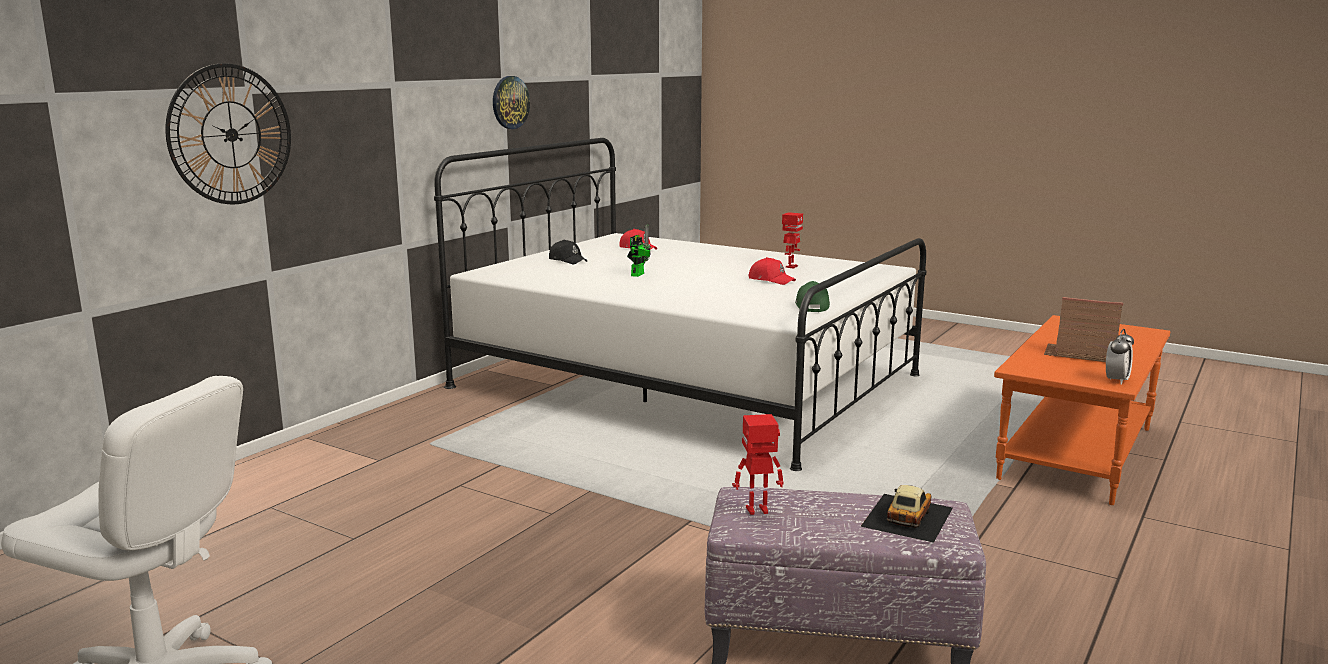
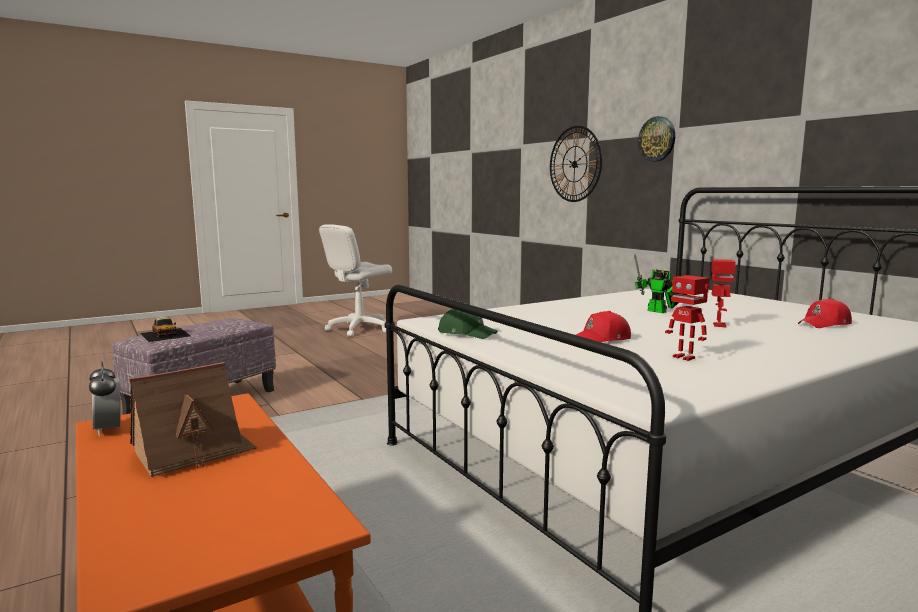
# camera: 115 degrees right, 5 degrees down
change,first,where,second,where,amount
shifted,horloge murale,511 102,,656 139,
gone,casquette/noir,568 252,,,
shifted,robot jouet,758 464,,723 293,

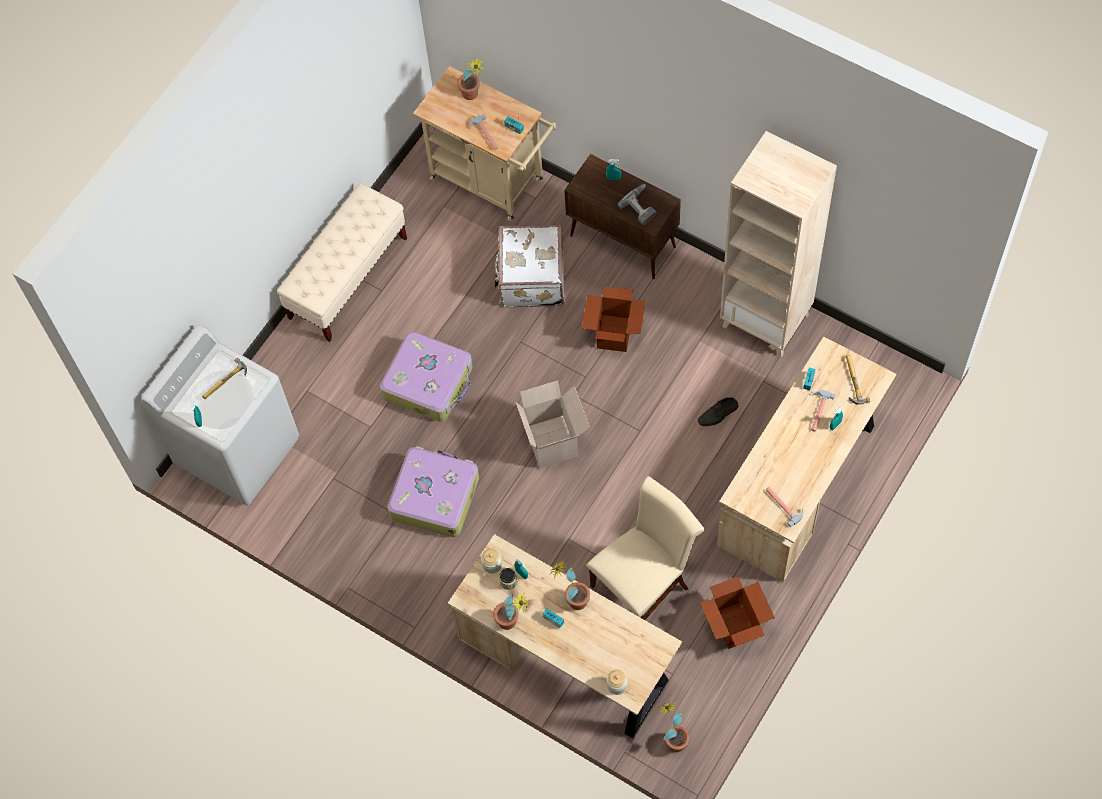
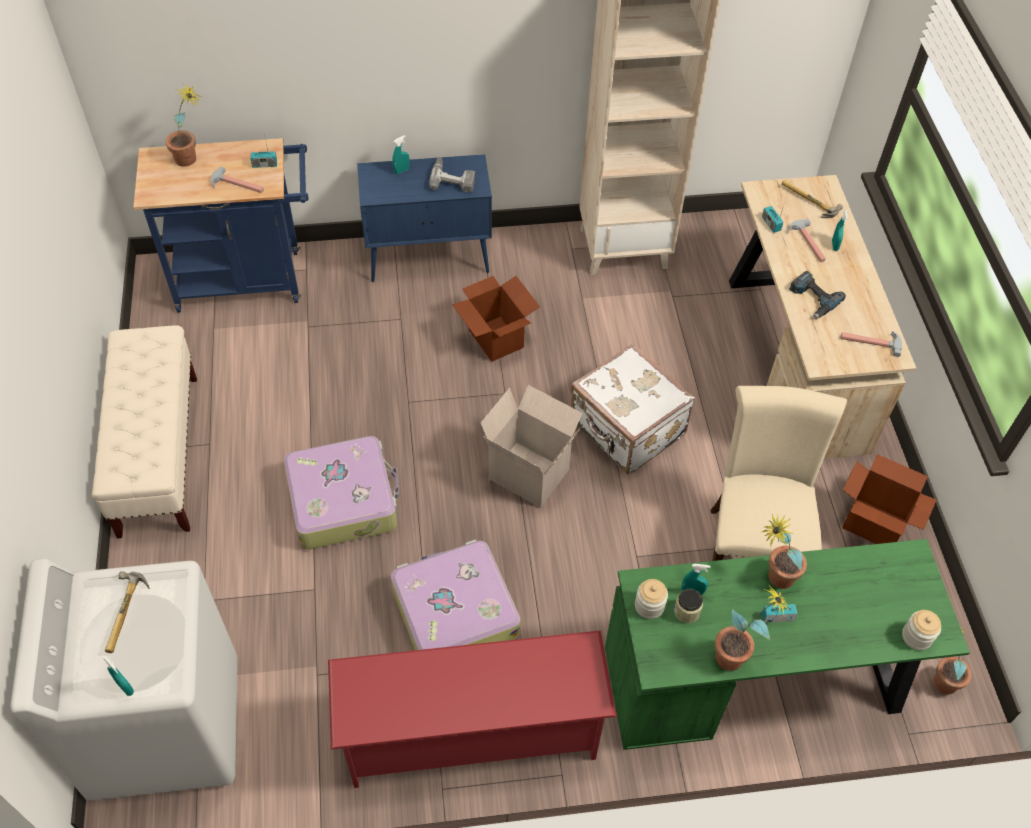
# camera: 45 degrees left, 10 degrees down
change,first,where,second,where,amount
repainted,chariot/beige,484 143,chariot/bleu,220 225,
repainted,meuble de rangement/marron,622 216,meuble de rangement/bleu,424 218,
shifted,valise/blanc,529 266,,633 409,
gone,chaussure/gris,718 411,,,
repainted,bureau/beige,565 636,bureau/vert,787 644,
new,,,perceuse,817 295,
new,,,étagère à chaussures/rouge,472 709,

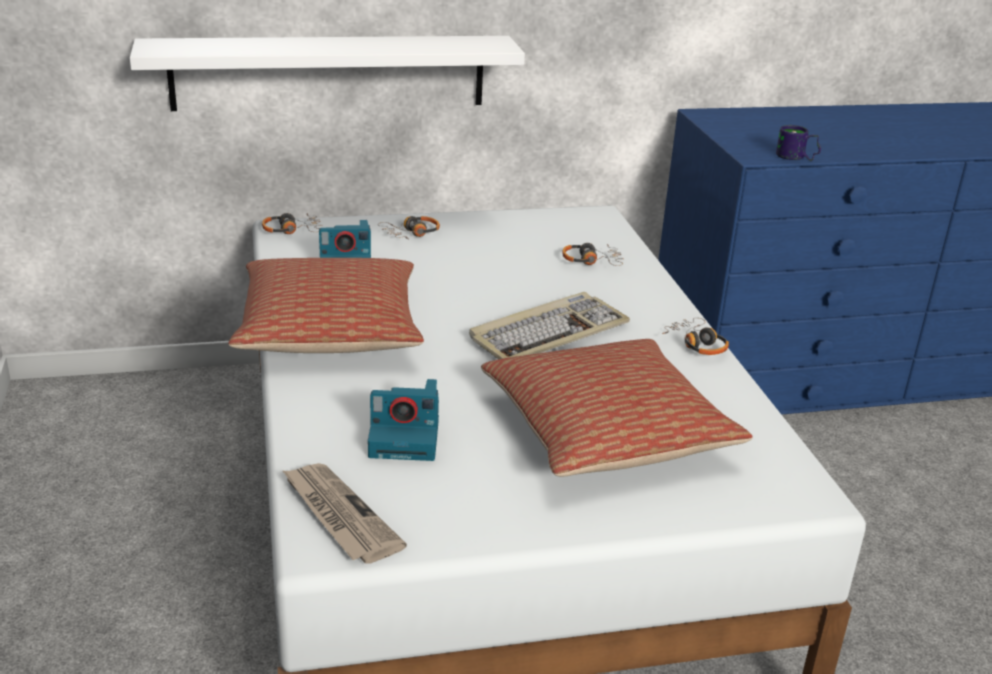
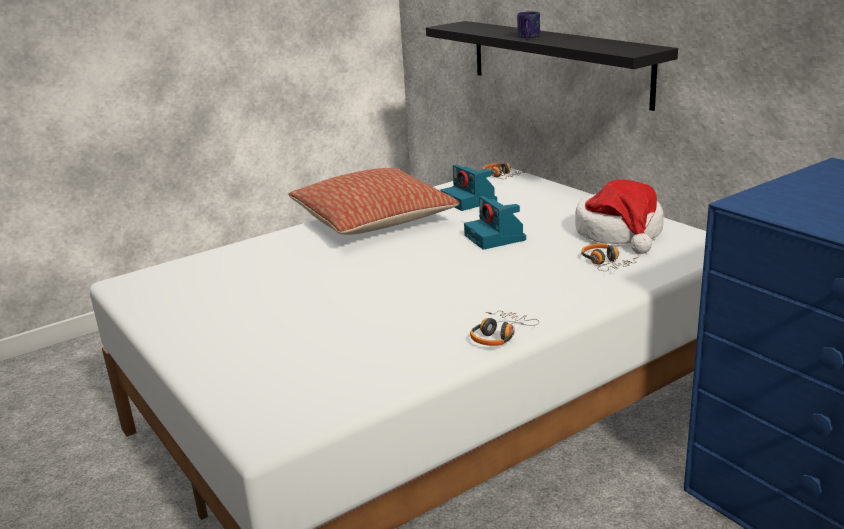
# camera: 70 degrees right, 5 degrees down
change,first,where,second,where,amount
repainted,étagère/blanc,327 73,étagère/noir,552 66,
shifted,mug,798 143,,528 25,
gone,casque audio,409 227,,,
gone,clavier,549 325,,,
gone,coussin,617 408,,,
shifted,appareil photo,403 420,,495 223,
gone,journal,344 513,,,
new,,,chapeau,619 216,

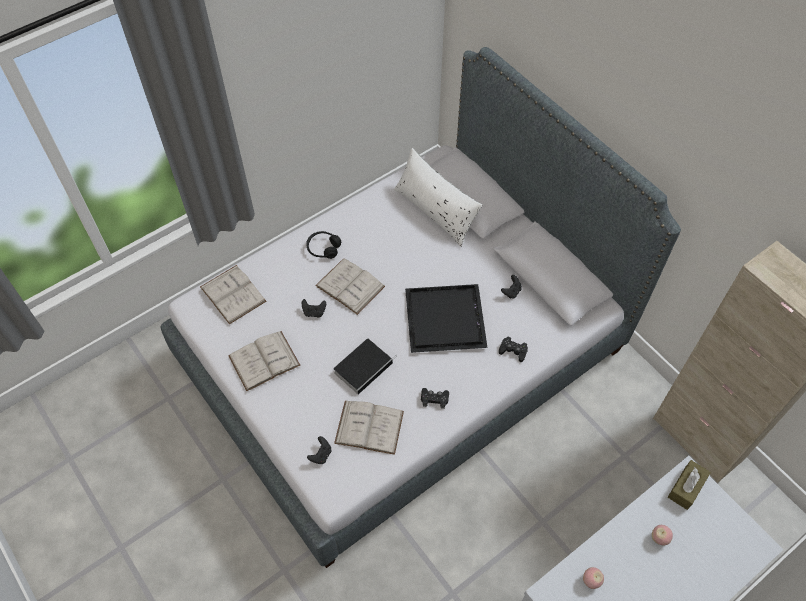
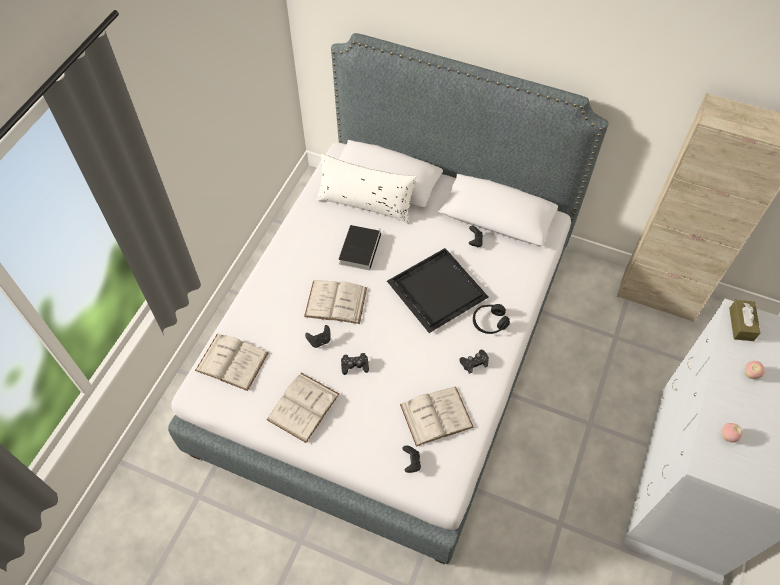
# camera: 30 degrees left, 0 degrees up
change,first,where,second,where,amount
shifted,casque audio/noir,323 245,,491 319,
shifted,manette/noir,513 349,,355 364,
shifted,livre,365 366,,360 248,

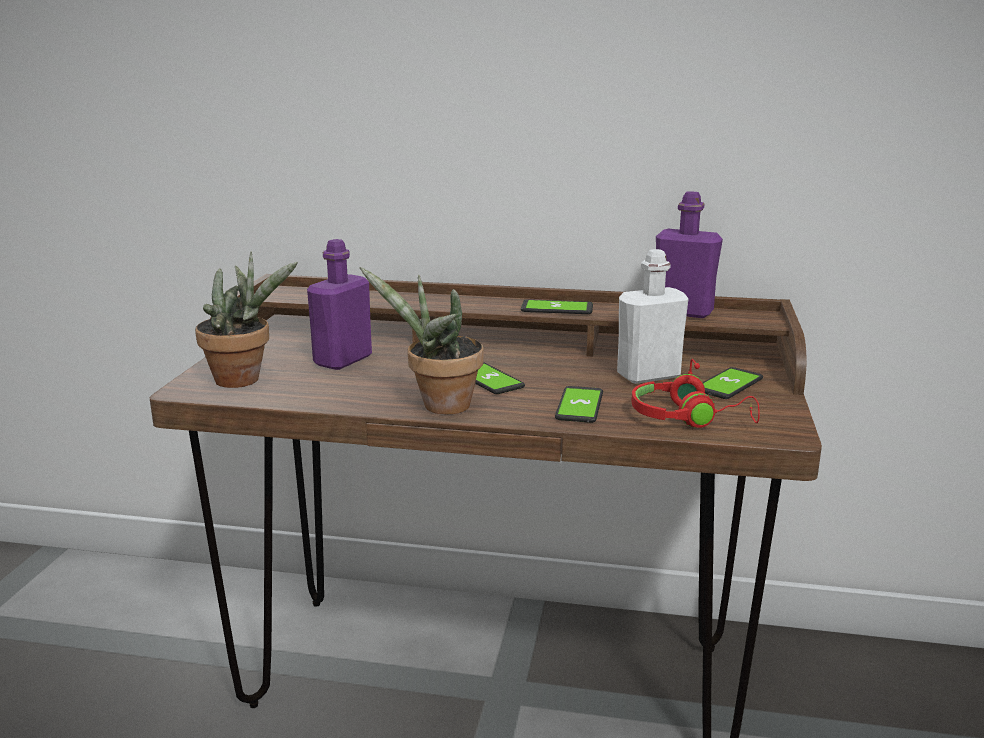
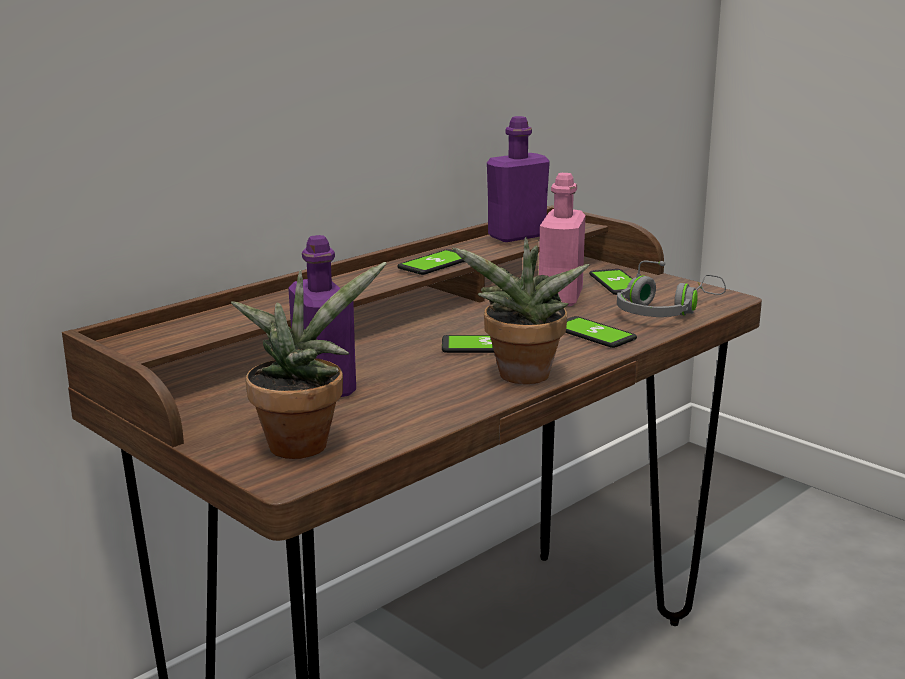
# camera: 55 degrees left, 0 degrees up
change,first,where,second,where,amount
repainted,bouteille/blanc,653 316,bouteille/rose,562 239,
repainted,casque audio/rouge,695 393,casque audio/gris,671 289,

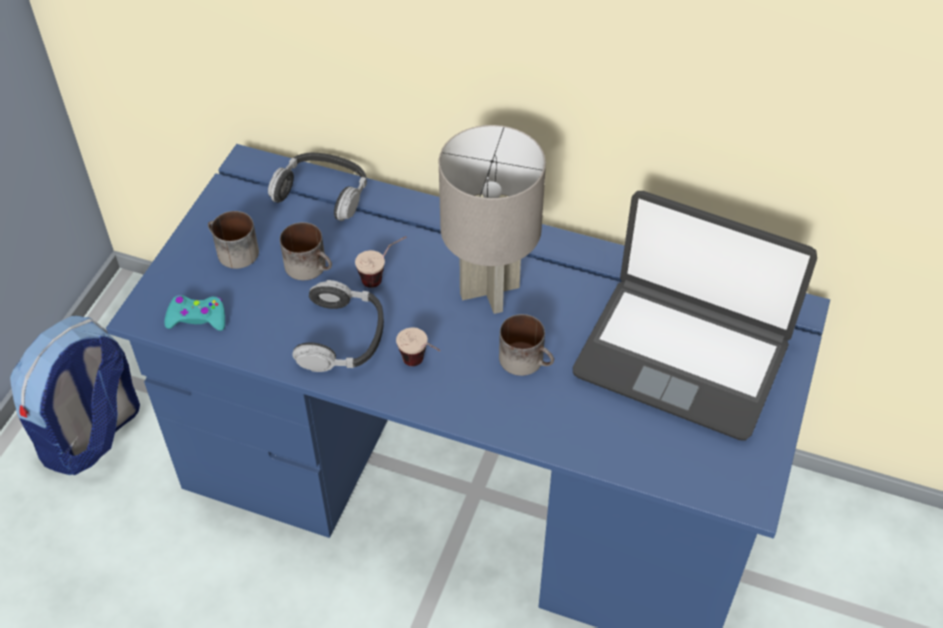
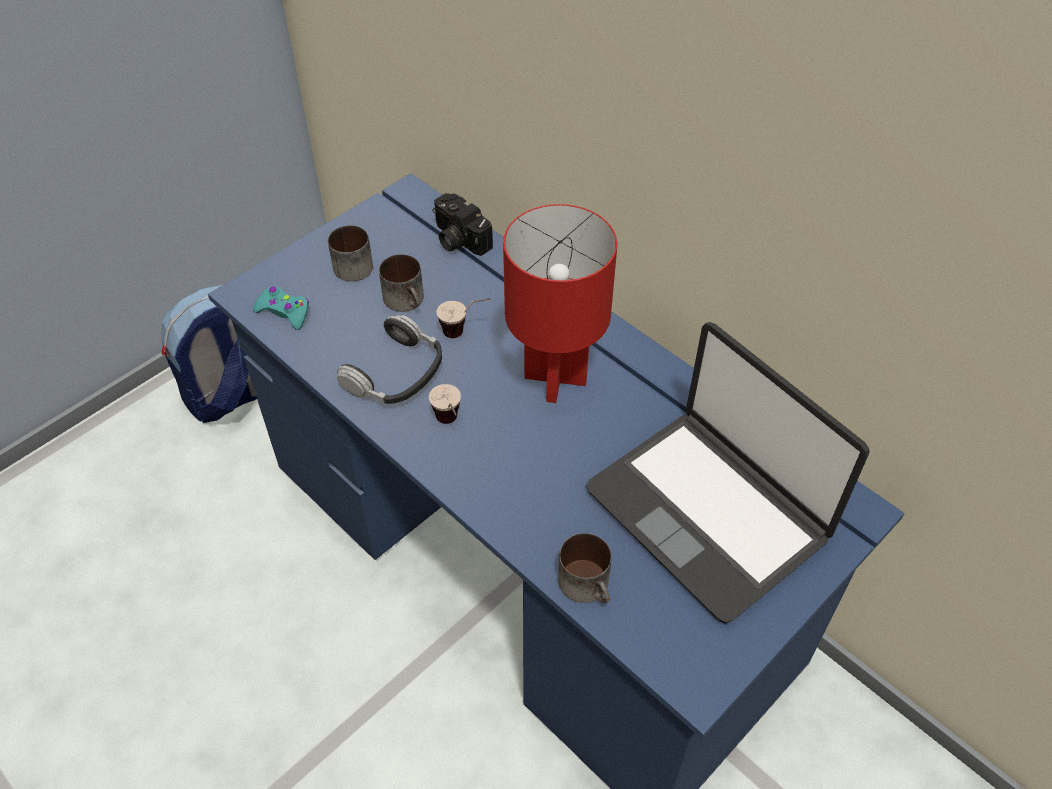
# camera: 25 degrees right, 0 degrees up
change,first,where,second,where,amount
repainted,lampe de table/gris,492 219,lampe de table/rouge,560 303,
swapped,casque audio,317 186,appareil photo,462 224,
shifted,mug,526 345,,585 568,

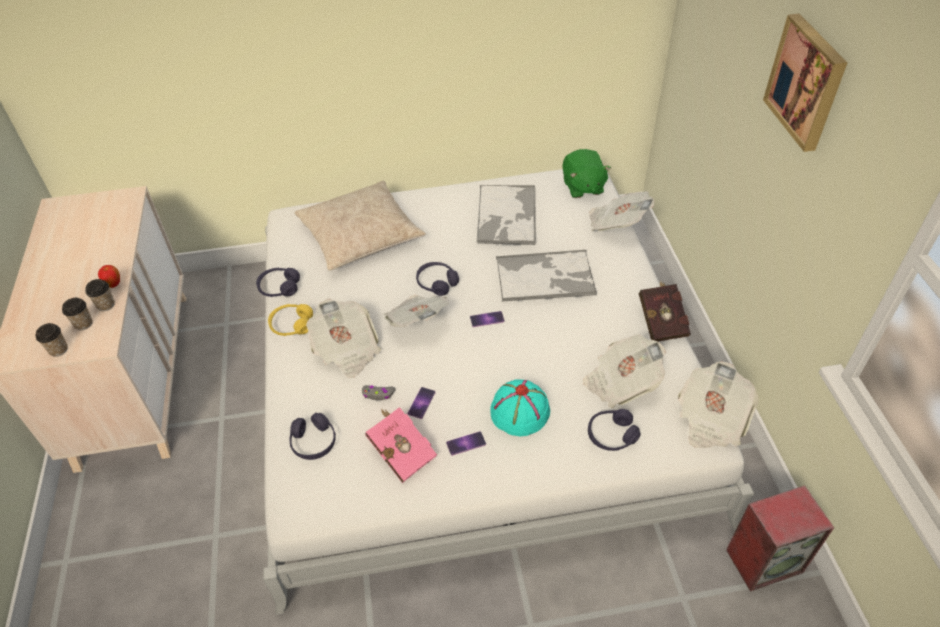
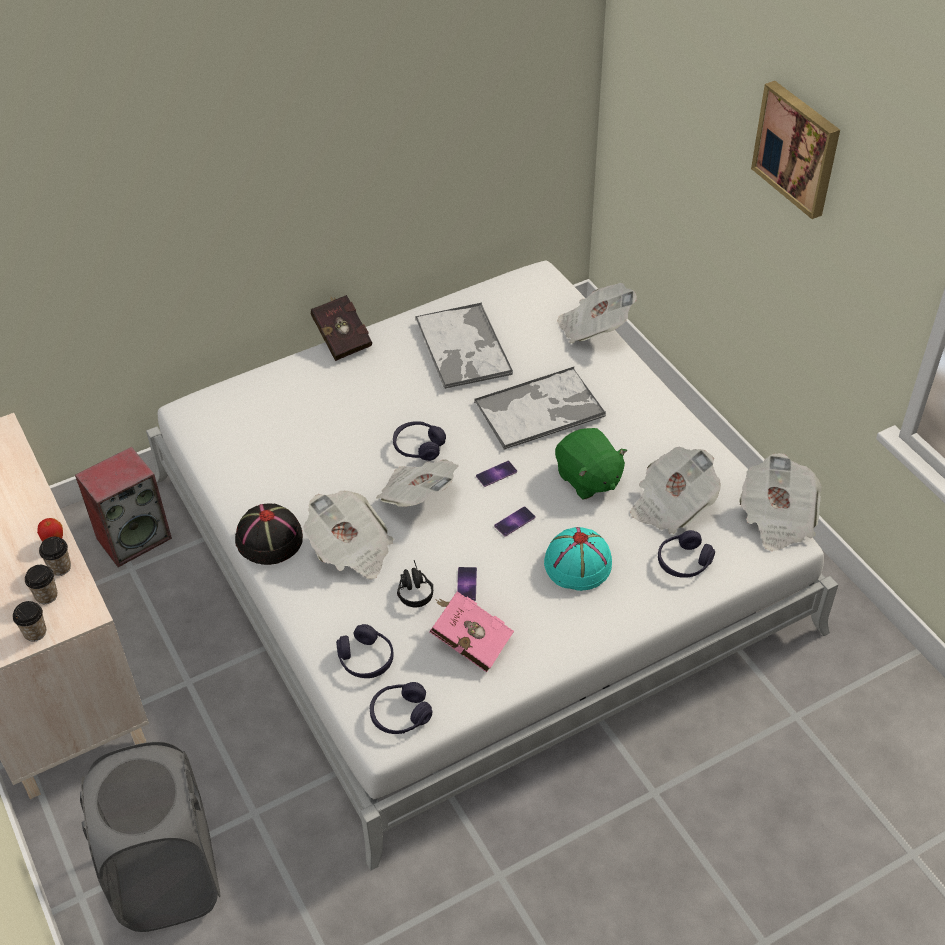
# camera: 20 degrees left, 0 degrees up
change,first,where,second,where,amount
shifted,peluche/vert,586 173,,591 463,
gone,coussin/beige,360 226,,,
shifted,casque audio/violet,278 282,,401 708,
shifted,livre/rouge,665 311,,341 328,
swapped,casque audio/jaune,290 320,chapeau/noir,269 534,
swapped,manette/gris,378 392,casque audio/noir,415 583,
shifted,téléphone,466 443,,515 521,
shifted,enceinte,780 538,,123 507,
new,,,panier à linge/gris,150 837,

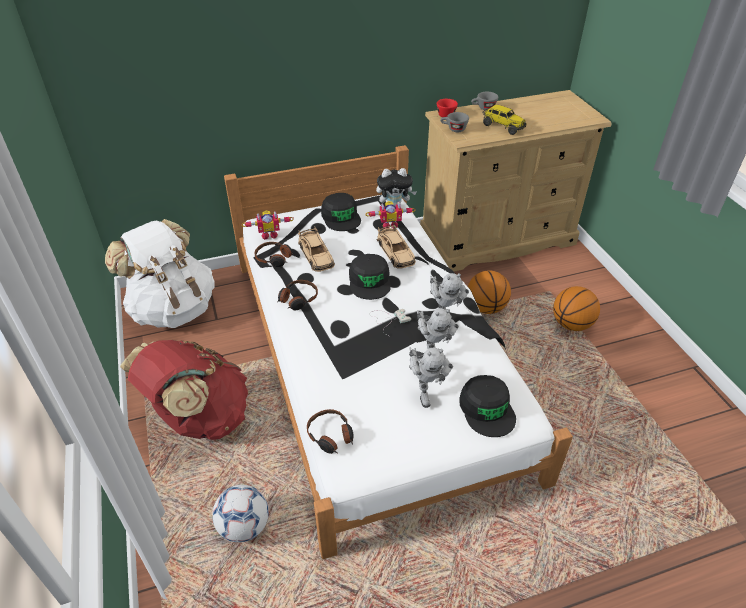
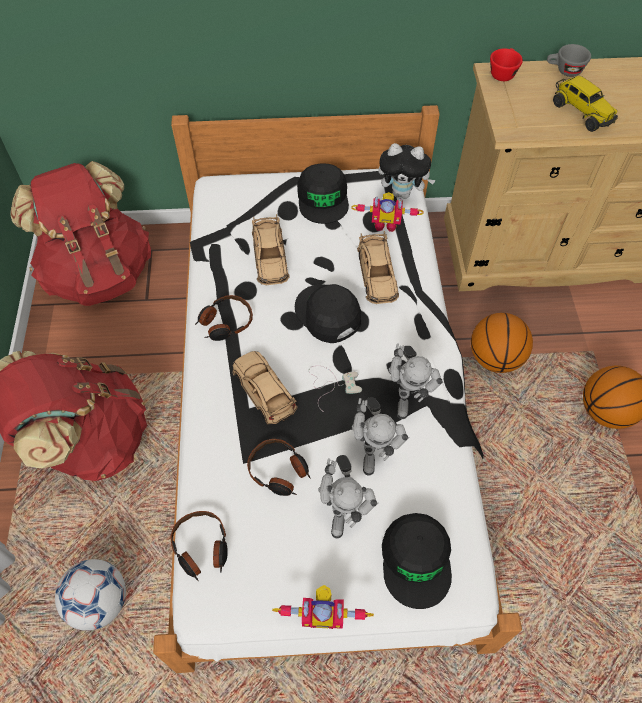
# camera: 15 degrees right, 15 degrees up
change,first,where,second,where,amount
gone,tasse/gris,454 122,,,
shifted,robot jouet,267 225,,323 607,
repainted,sac à dos/blanc,160 273,sac à dos/rouge,80 233,
shifted,casque audio,274 254,,279 467,
rotated,casquette/noir,370 277,,328 313,135 degrees clockwise
new,,,petite voiture/beige,265 387,

